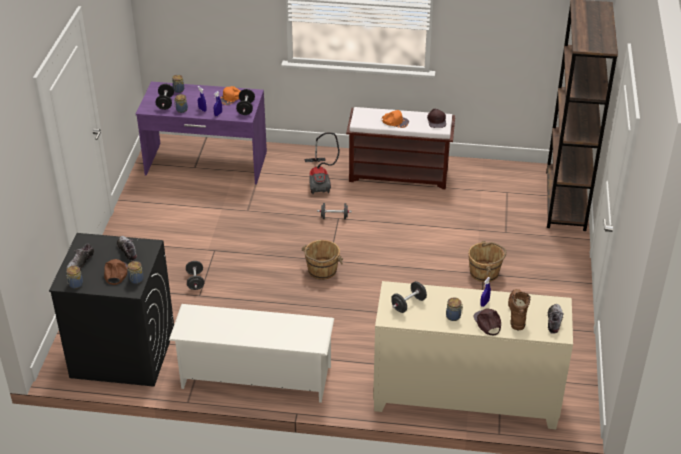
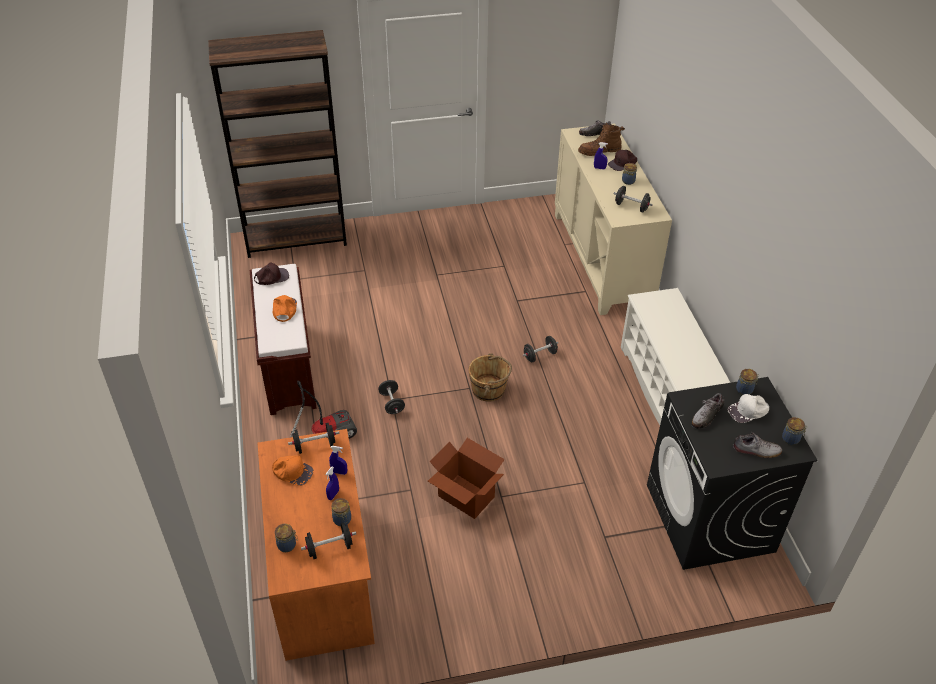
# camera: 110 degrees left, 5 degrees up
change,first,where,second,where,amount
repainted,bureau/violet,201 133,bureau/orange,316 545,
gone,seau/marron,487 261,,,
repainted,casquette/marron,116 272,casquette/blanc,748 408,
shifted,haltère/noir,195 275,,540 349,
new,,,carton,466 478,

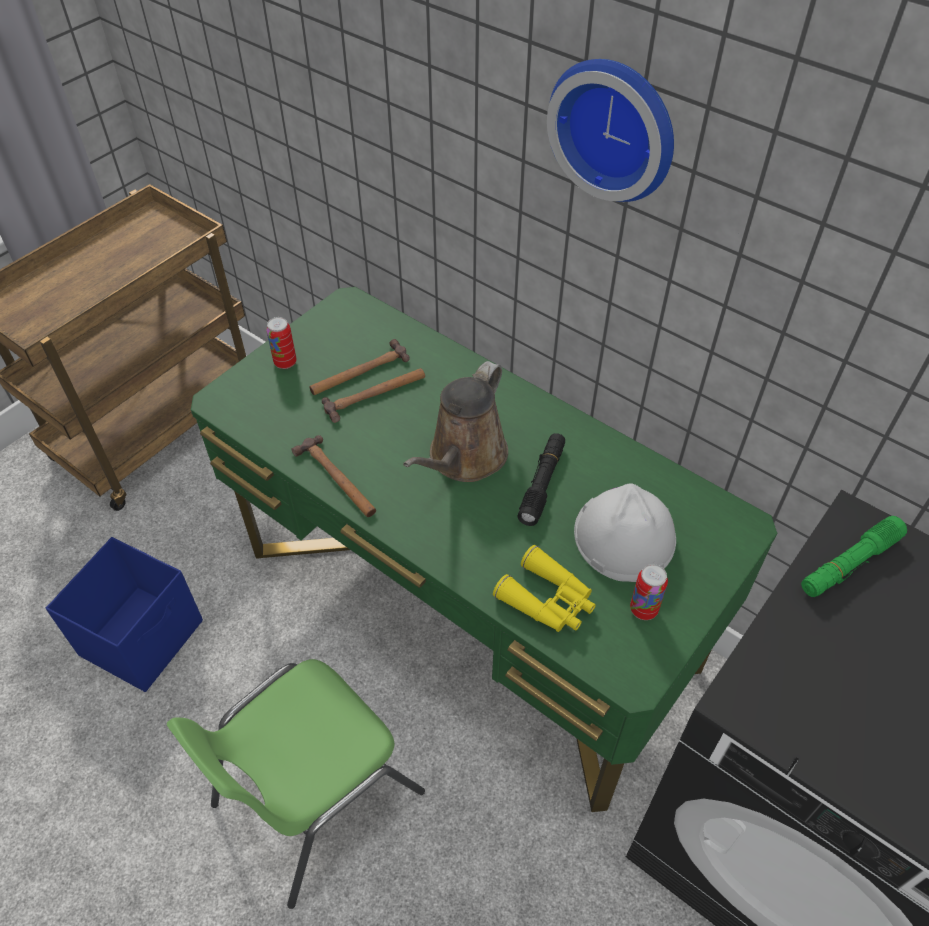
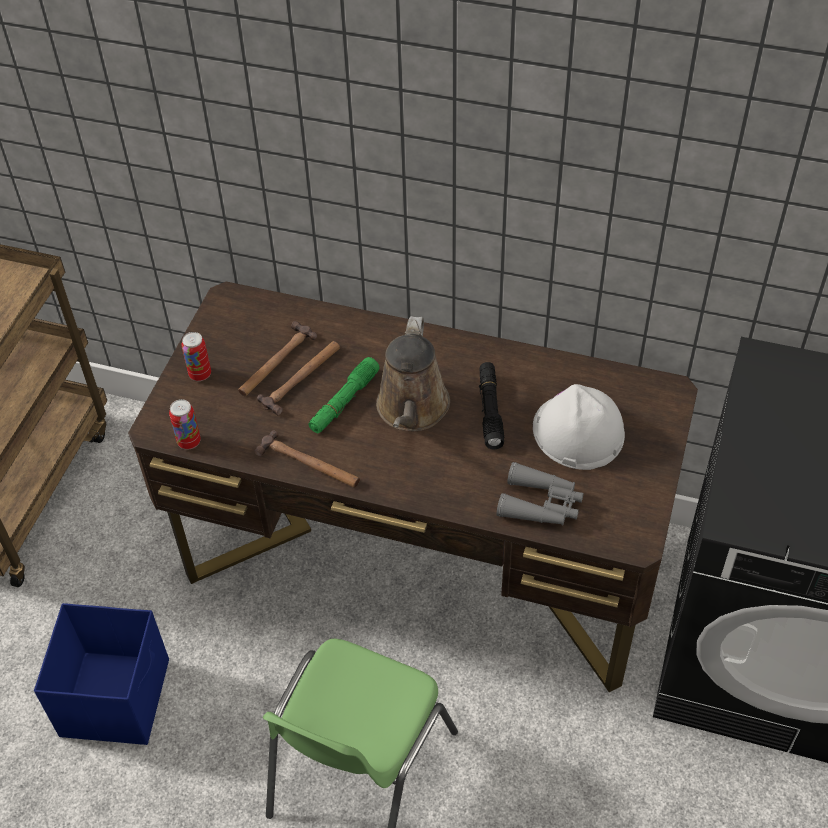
# camera: 20 degrees left, 0 degrees up
change,first,where,second,where,amount
gone,horloge murale,610 130,,,
repainted,bureau/vert,484 549,bureau/marron,413 487,
shifted,lampe de poche/vert,854 556,,344 395,
repainted,jumelles/jaune,544 588,jumelles/gris,540 493,
shifted,boîte métallique,649 592,,185 424,

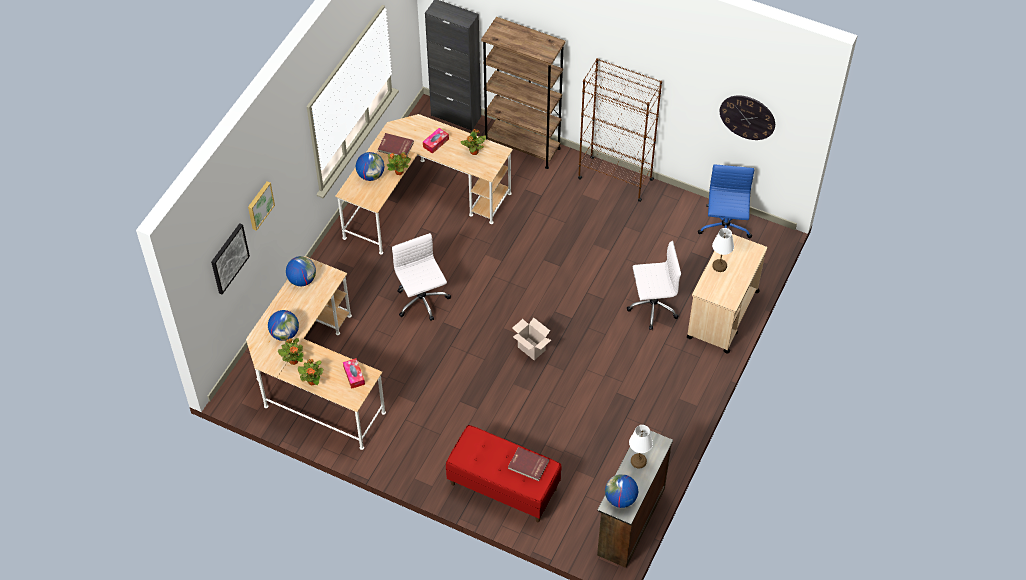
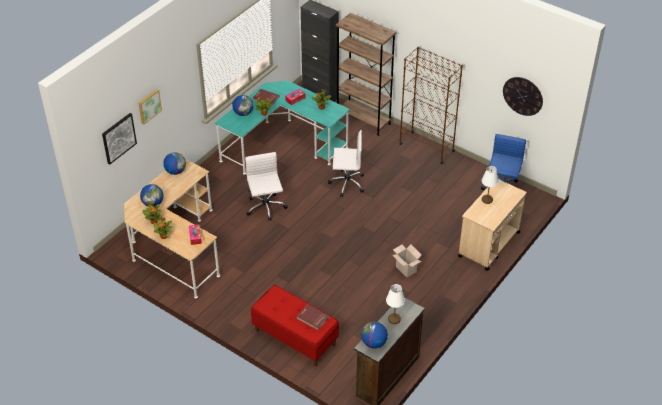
# camera: 10 degrees right, 10 degrees down
change,first,where,second,where,amount
repainted,bureau/beige,424 184,bureau/turquoise,282 128,
shifted,chaise de bureau/blanc,654 285,,346 163,
shifted,carton,531 339,,407 260,

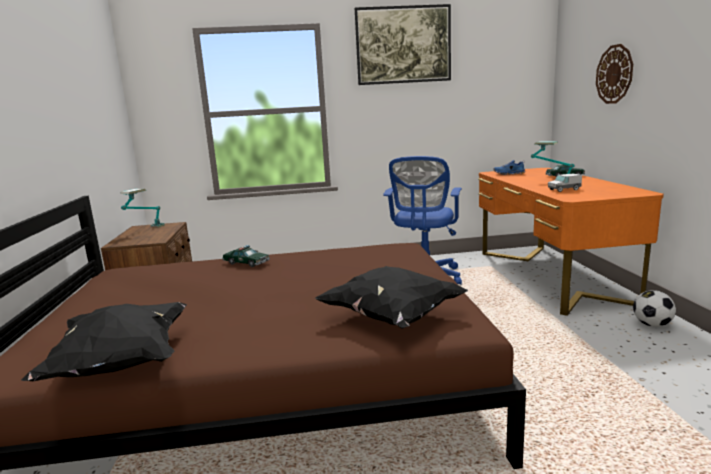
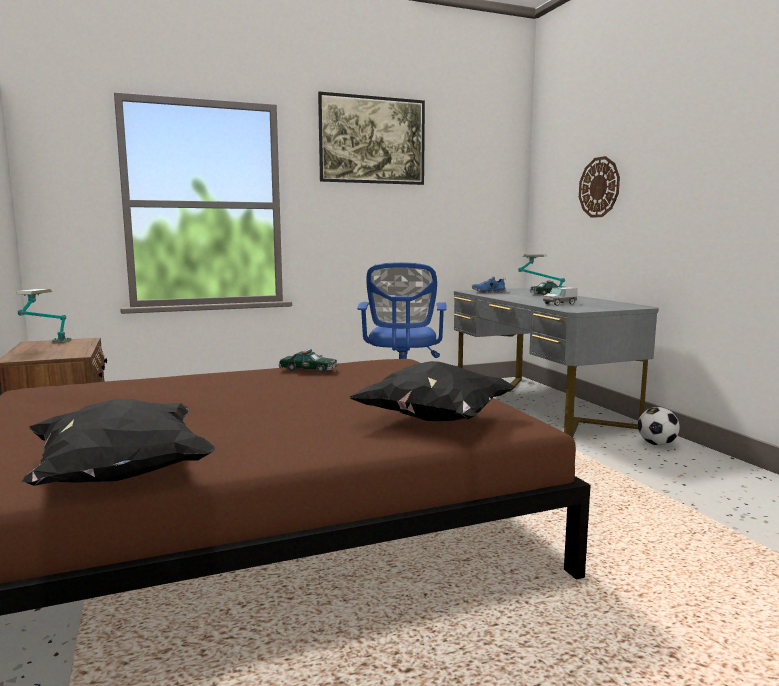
# camera: 15 degrees left, 5 degrees down
change,first,where,second,where,amount
repainted,bureau/orange,571 242,bureau/gris,556 363,
shifted,petite voiture,246 256,,308 361,

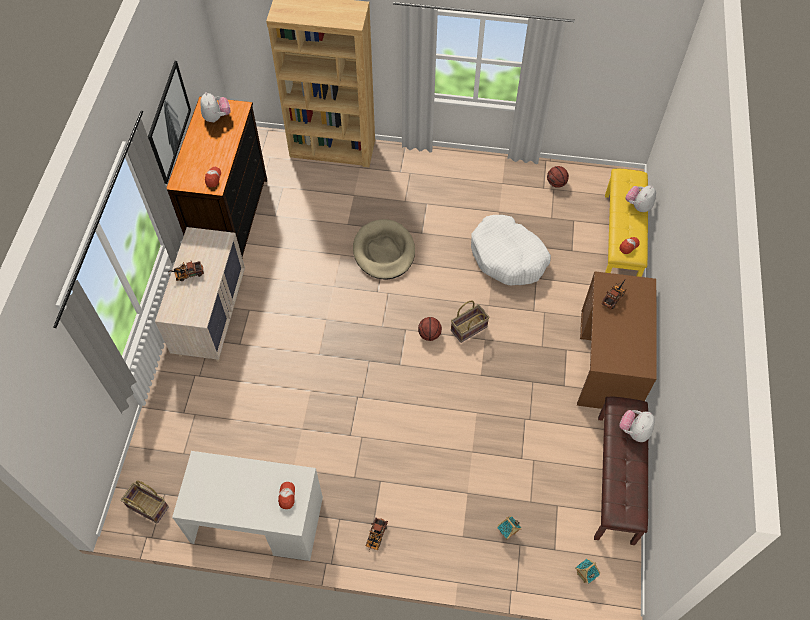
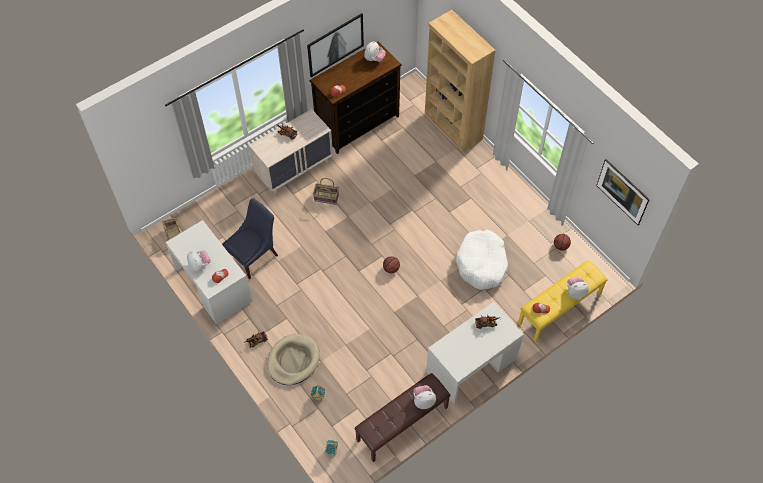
# camera: 45 degrees right, 0 degrees up
change,first,where,second,where,amount
shifted,panier pour chien/beige,384 249,,293 359,
repainted,bureau/marron,617 340,bureau/blanc,475 353,
shifted,panier,470 322,,326 191,
new,,,tableau,623 192,
new,,,chaise/bleu,250 238,
new,,,peluche,199 261,

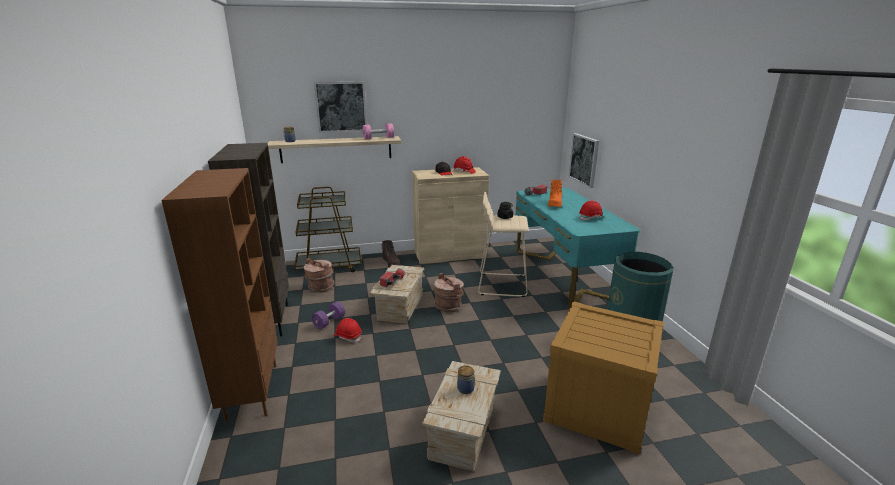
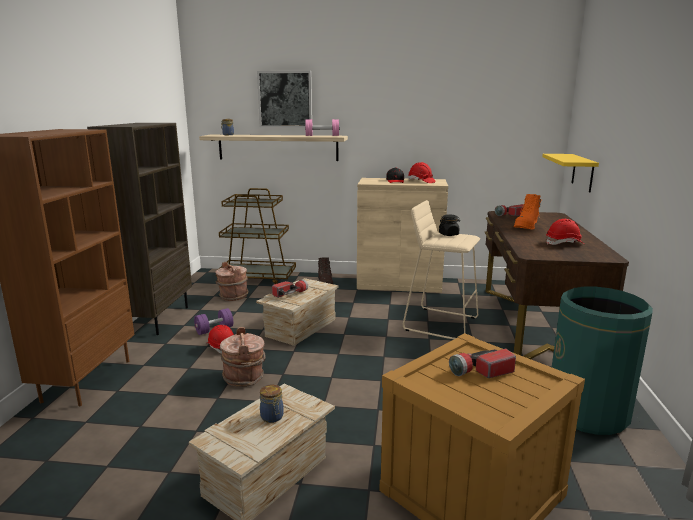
# camera: 20 degrees right, 5 degrees down
change,first,where,second,where,amount
swapped,tableau,584 160,étagère/jaune,570 173,
repainted,bureau/turquoise,577 248,bureau/marron,556 285,
shifted,seau/marron,449 292,,243 357,
new,,,lampe de poche,482 363,

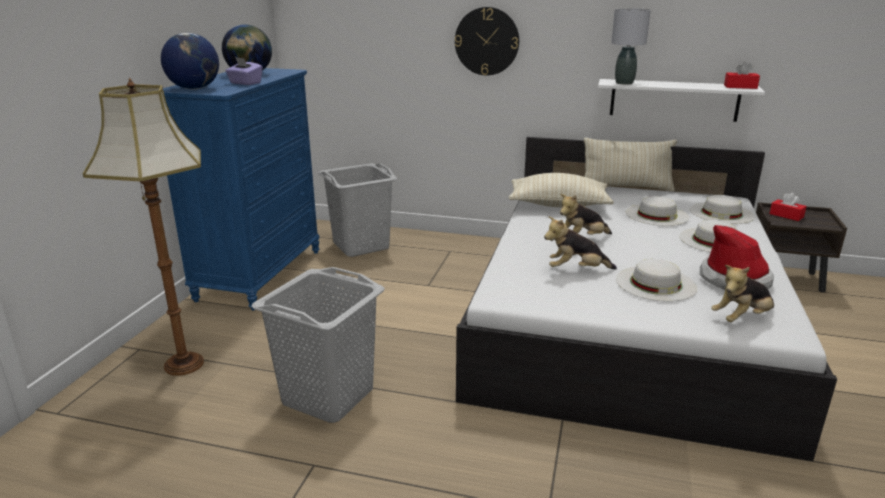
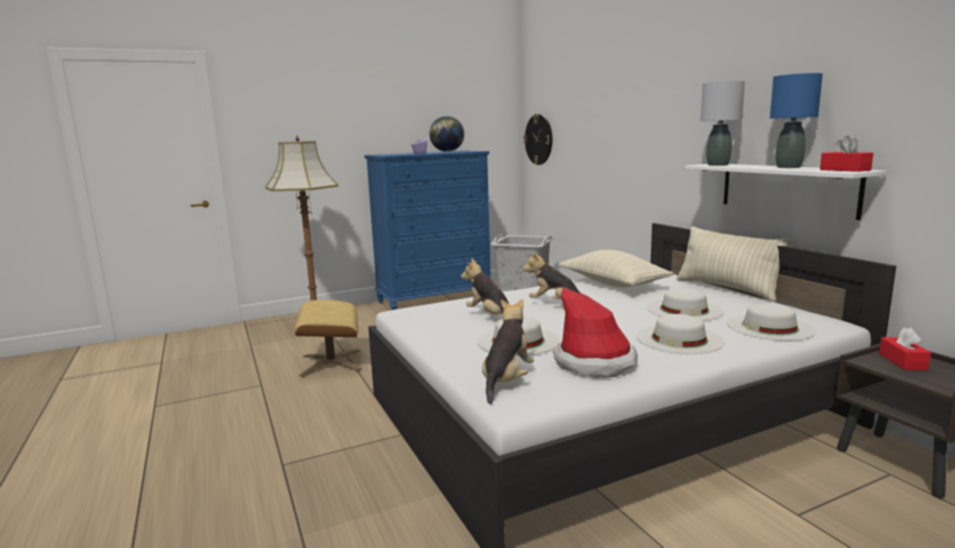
# camera: 50 degrees right, 10 degrees down
change,first,where,second,where,amount
shifted,horloge murale,487 41,,537 139,
gone,globe,190 61,,,
rotated,peluche,742 293,,508 351,90 degrees clockwise
swapped,panier à linge/gris,318 345,pouf/beige,328 339,
new,,,lampe de table/bleu,796 120,

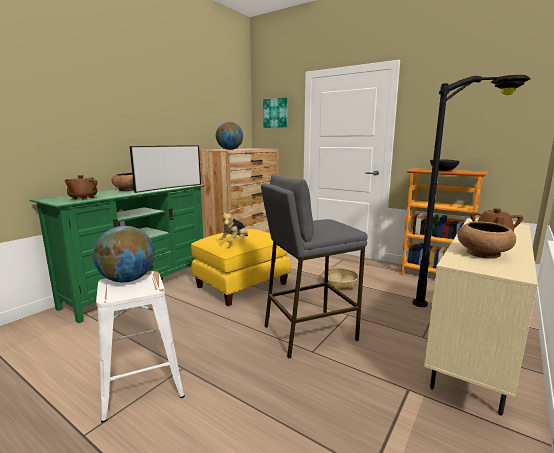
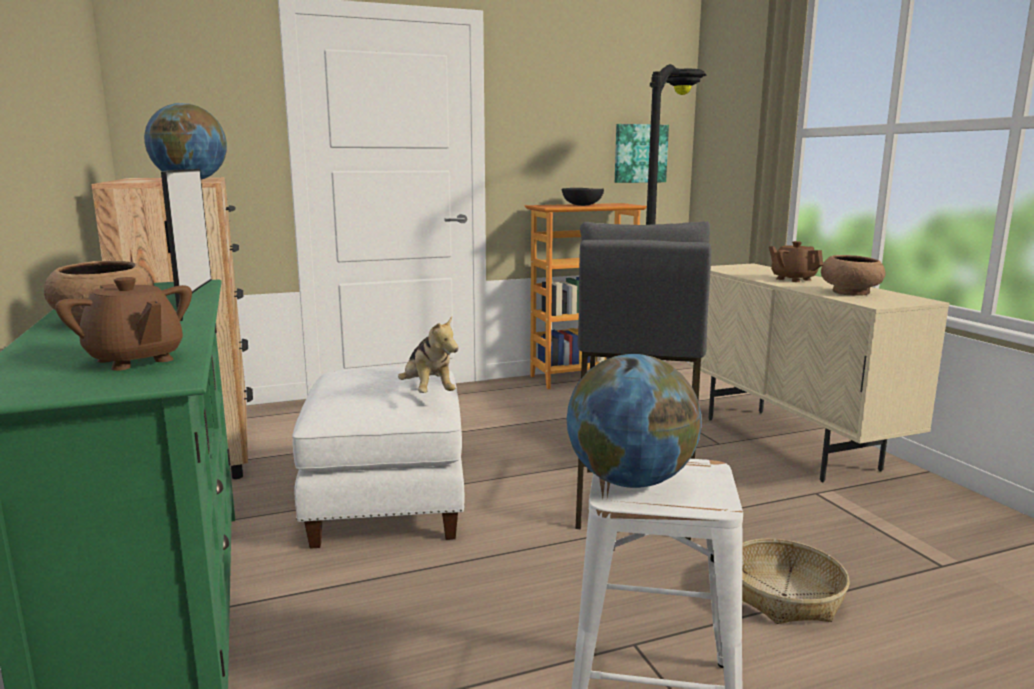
# camera: 55 degrees left, 0 degrees up
change,first,where,second,where,amount
shifted,tableau,275 113,,642 153,
repainted,pouf/jaune,241 267,pouf/blanc,378 457,
shifted,panier,340 279,,796 581,

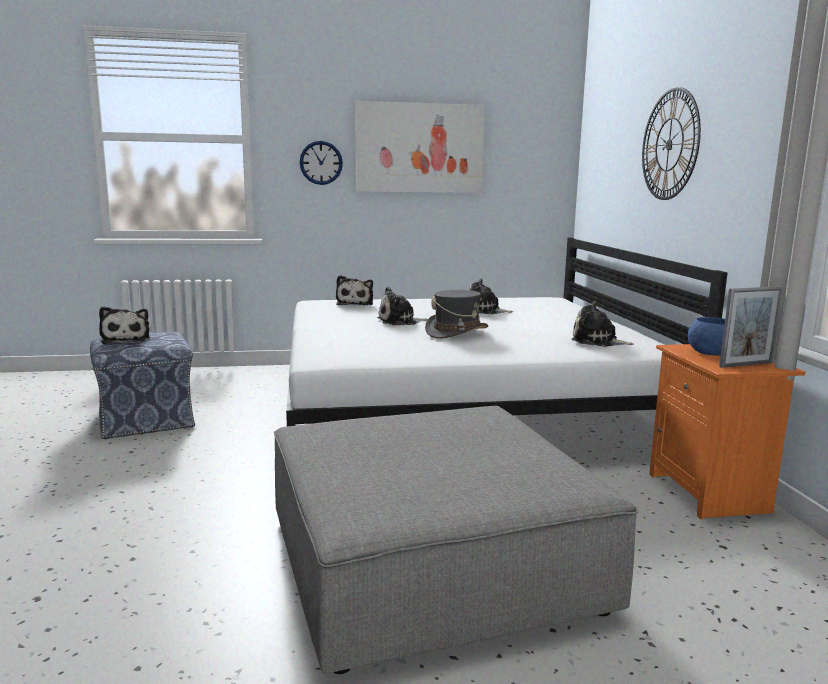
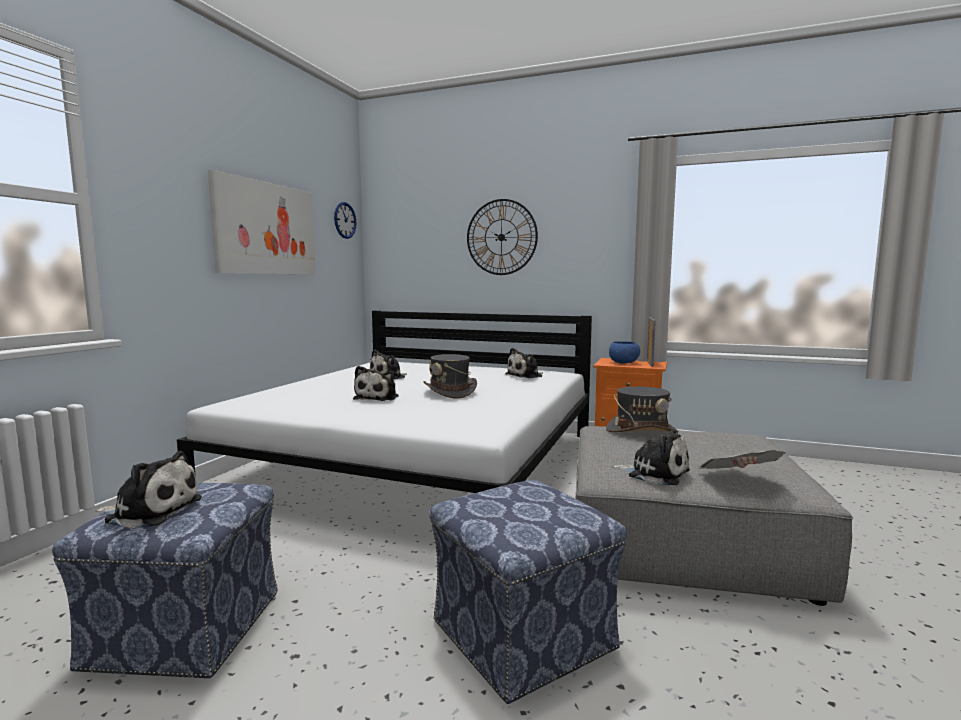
# camera: 60 degrees left, 5 degrees down
change,first,where,second,where,amount
shifted,horloge murale,321 163,,345 220,
shifted,peluche,354 290,,650 457,
new,,,chapeau/gris,642 409,
new,,,journal,743 459,
new,,,pouf,528 592,

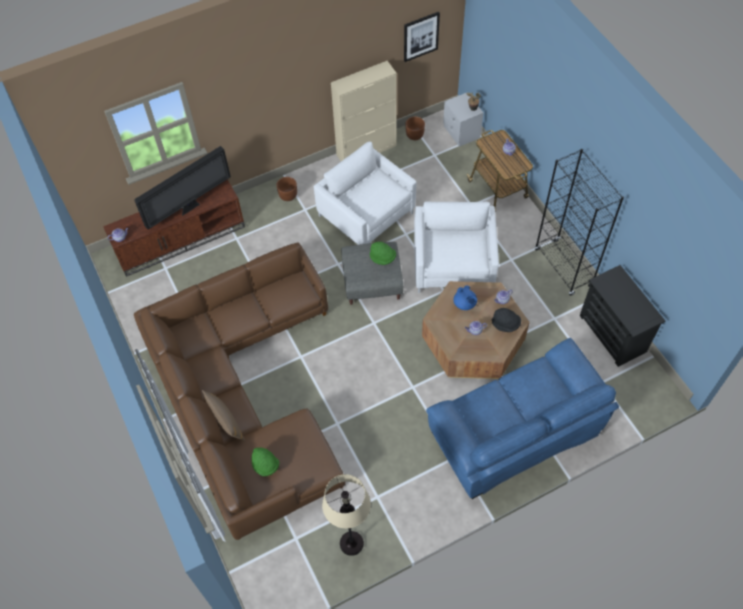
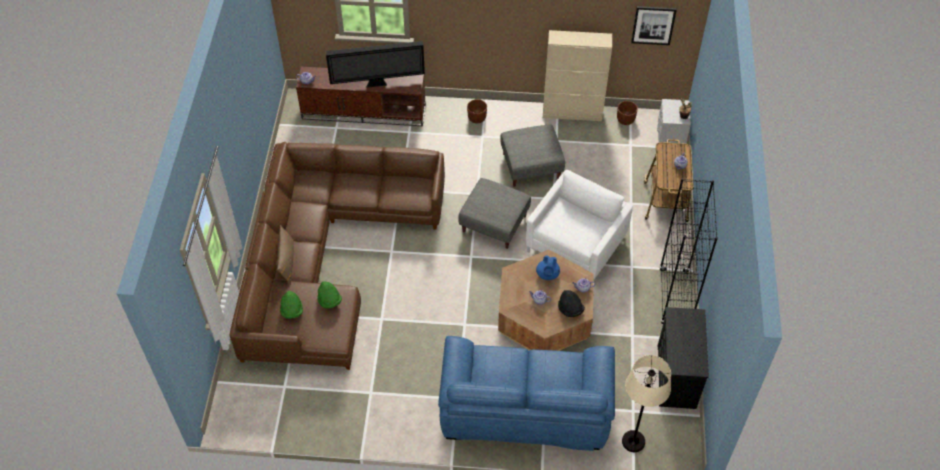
# camera: 30 degrees right, 5 degrees down
change,first,where,second,where,amount
swapped,fauteuil/blanc,365 193,pouf/gris,533 156,
shifted,chapeau/vert,383 253,,329 294,
shifted,lampadaire/beige,346 515,,646 403,

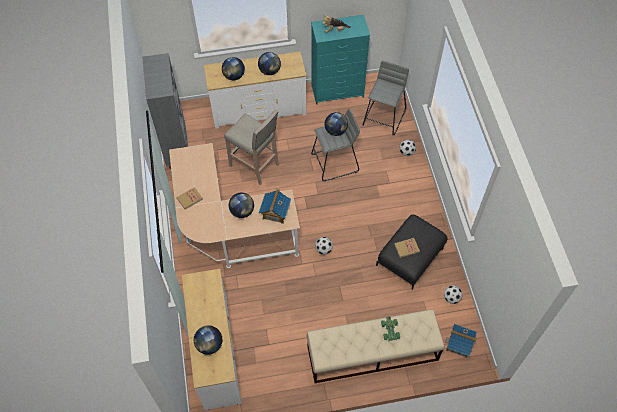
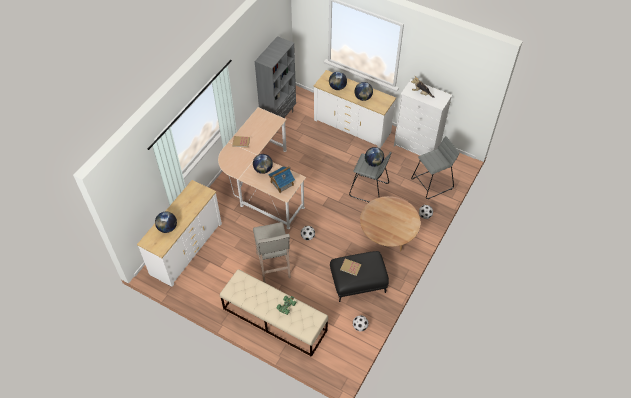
# camera: 40 degrees right, 5 degrees down
change,first,where,second,where,amount
repainted,commode/turquoise,340 60,commode/blanc,423 117,
shifted,tabouret/beige,251 147,,272 252,
gone,maison miniature,461 341,,,
new,,,table basse/marron,390 224,

